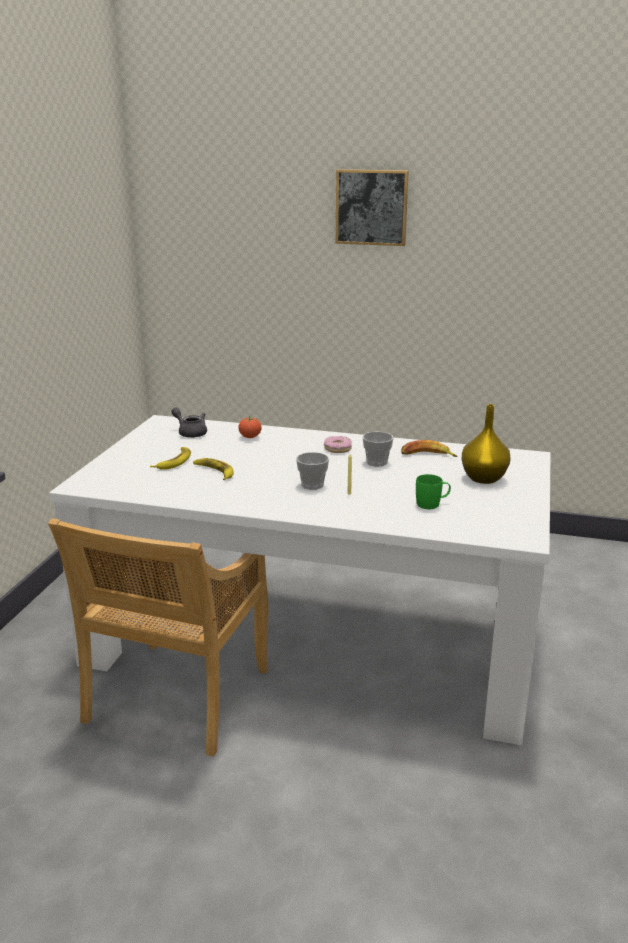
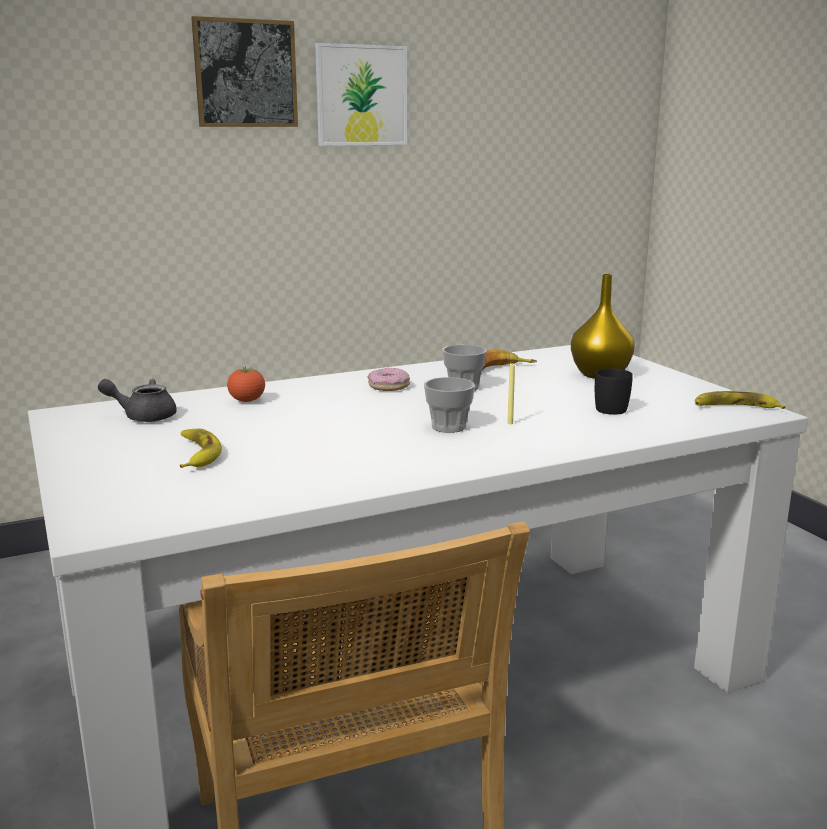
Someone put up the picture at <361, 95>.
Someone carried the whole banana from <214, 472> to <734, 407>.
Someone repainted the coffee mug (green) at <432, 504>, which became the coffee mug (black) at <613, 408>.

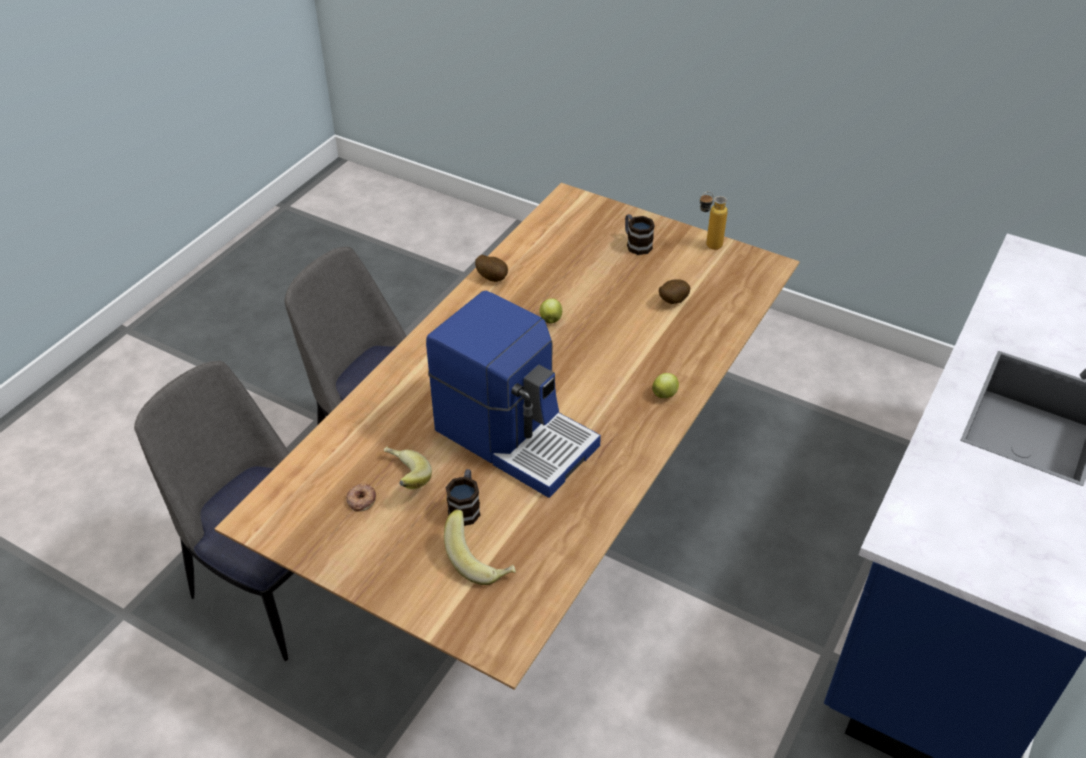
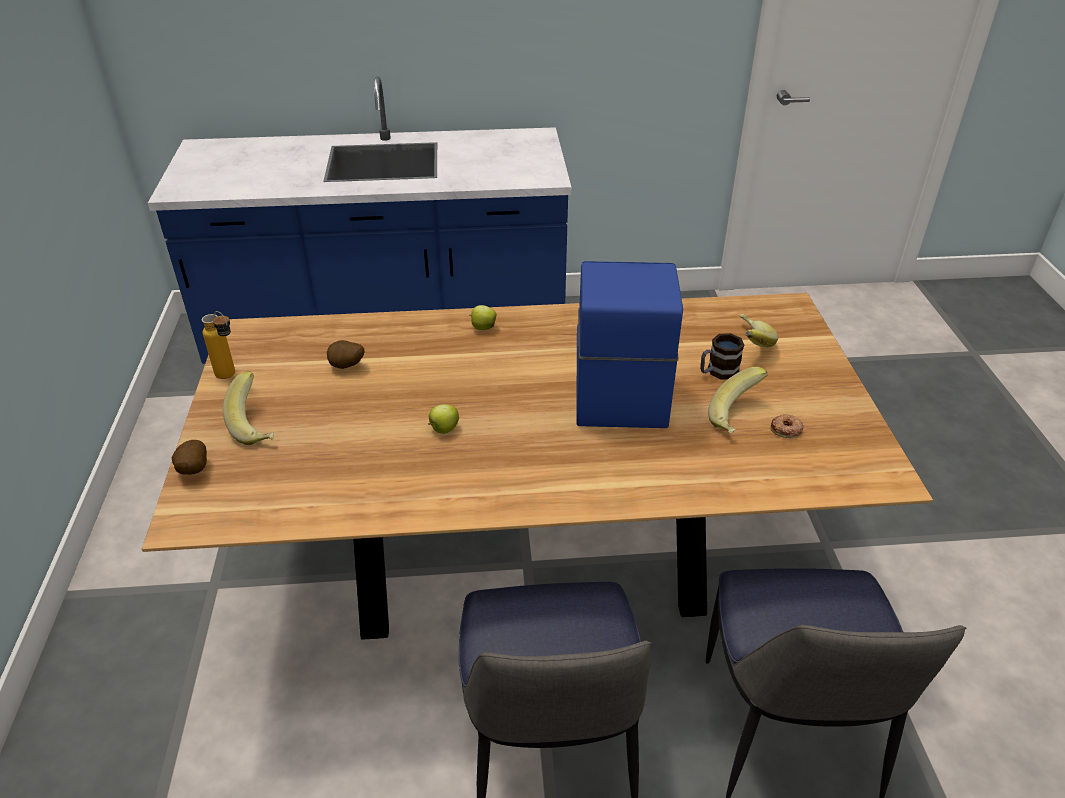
Someone carried the potato from <493, 278> to <193, 471>.
Someone swapped the coffee mug at <636, 244> for the whole banana at <257, 425>.

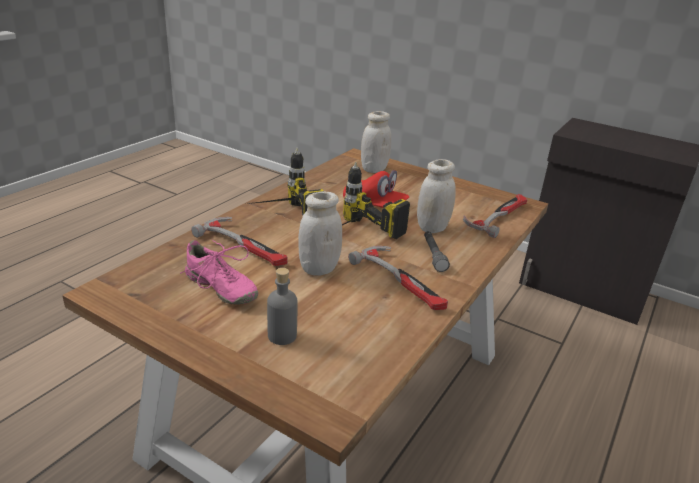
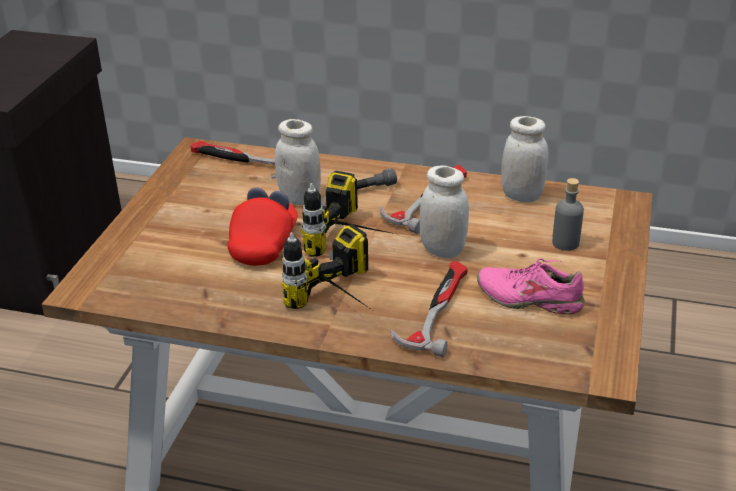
Someone carried the preserve jar (white-coloured) from <374, 169> to <522, 196>.
Someone rotated the shoe (pink) at <220, 288> by 90 degrees counterclockwise.

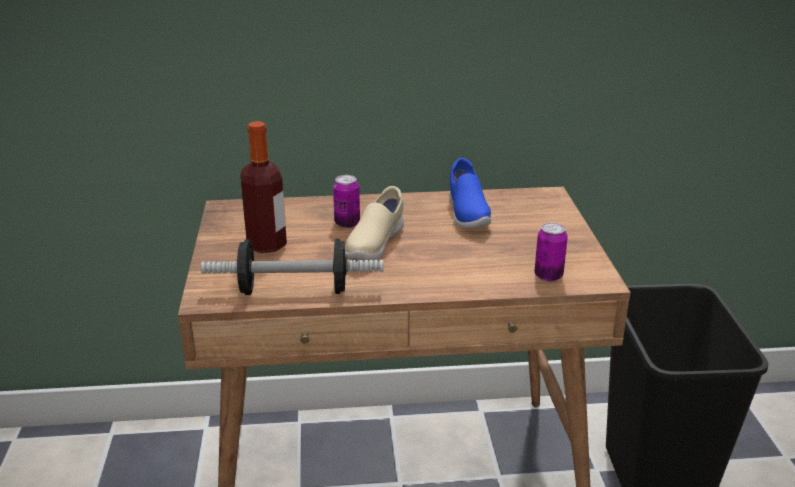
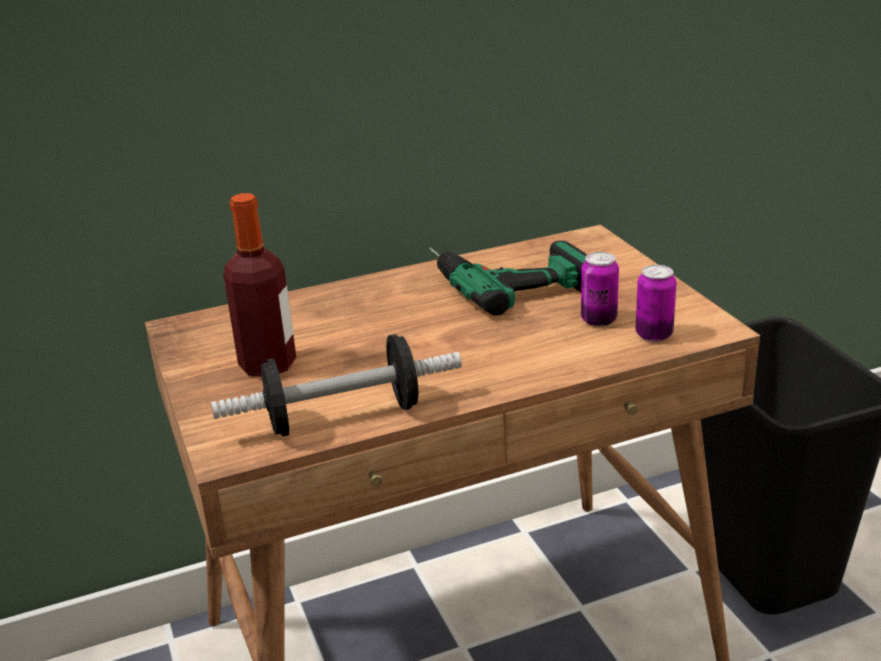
Someone took away the shoe (sand-coloured) at <374, 245>.
Someone carried the can from <347, 223> to <598, 320>.
Someone swapped the shoe (blue) at <466, 213> for the power drill at <505, 277>.

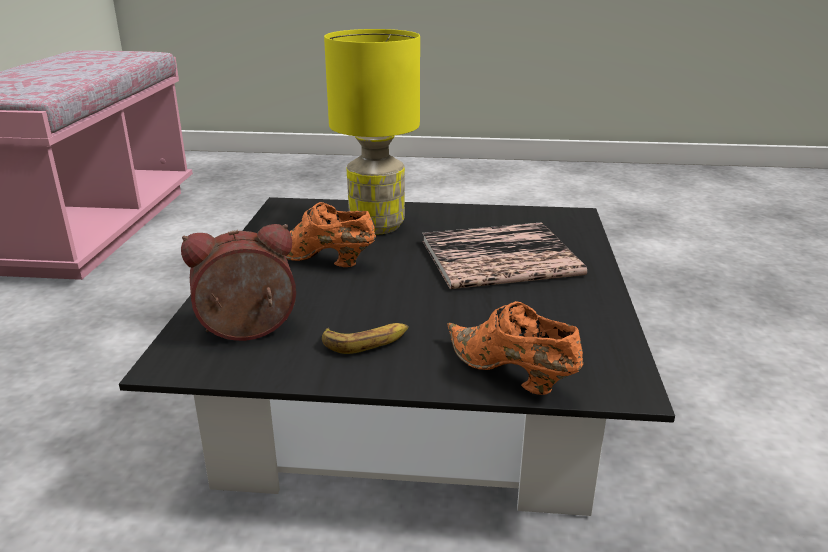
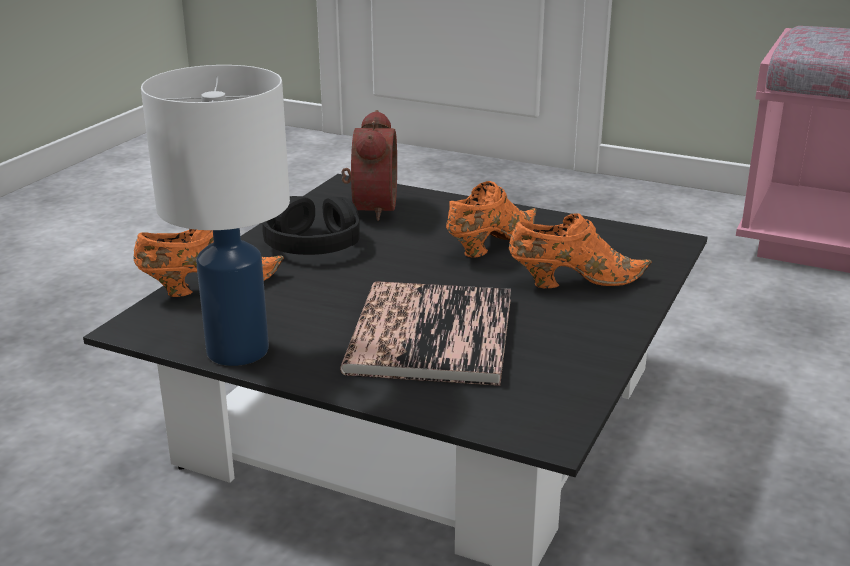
Someone put down the lamp for a table (white-coloured) at <239, 349>.
Someone swapped the whole banana at <366, 342> for the headphones (black) at <313, 243>.
Someone swapped the lamp for a table (yellow-coloured) at <377, 226> for the shoe (orangey) at <573, 282>.

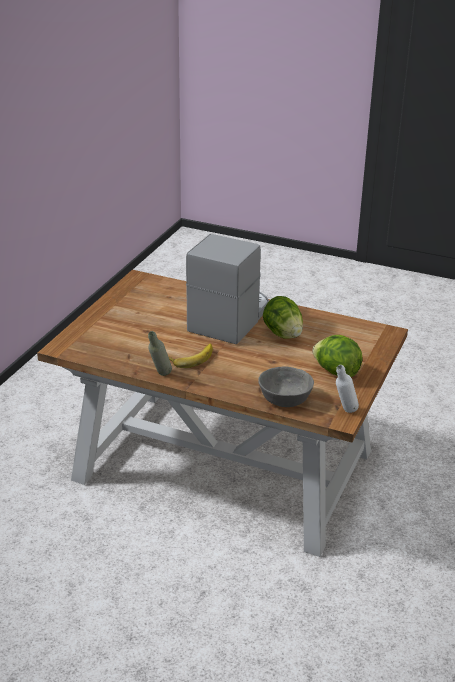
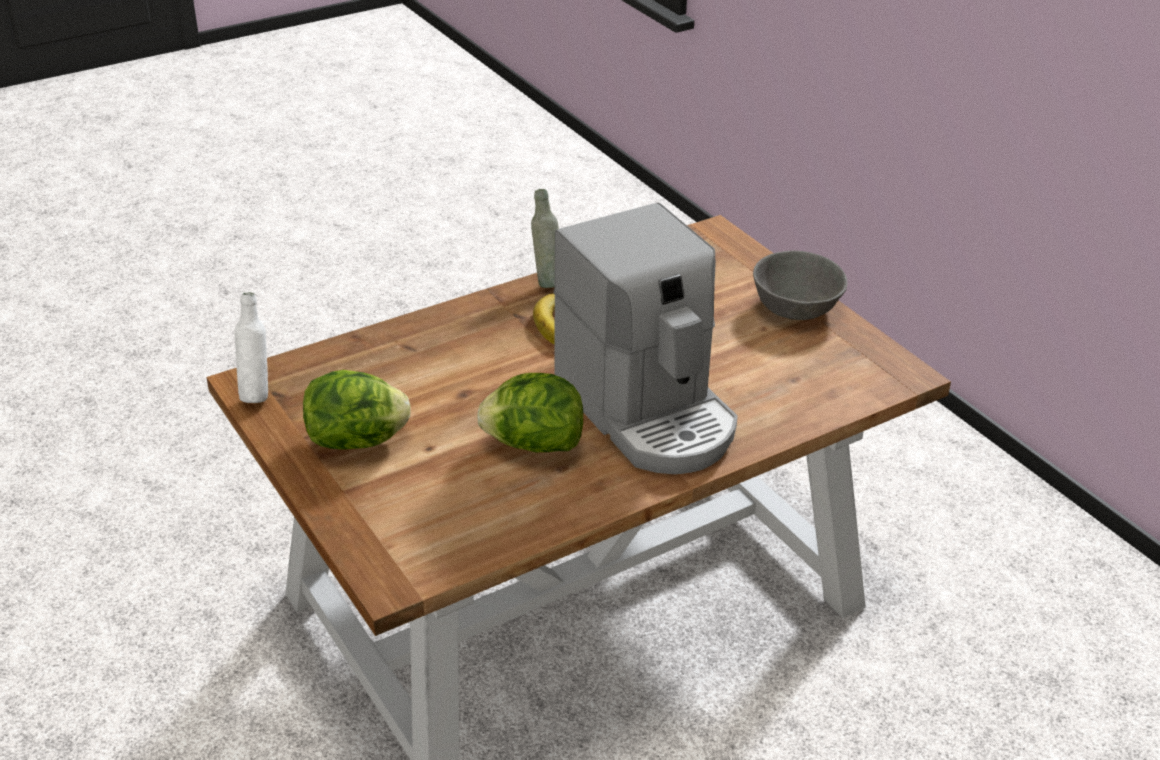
Someone carried the deep dish (gray) from <284, 399> to <796, 307>.

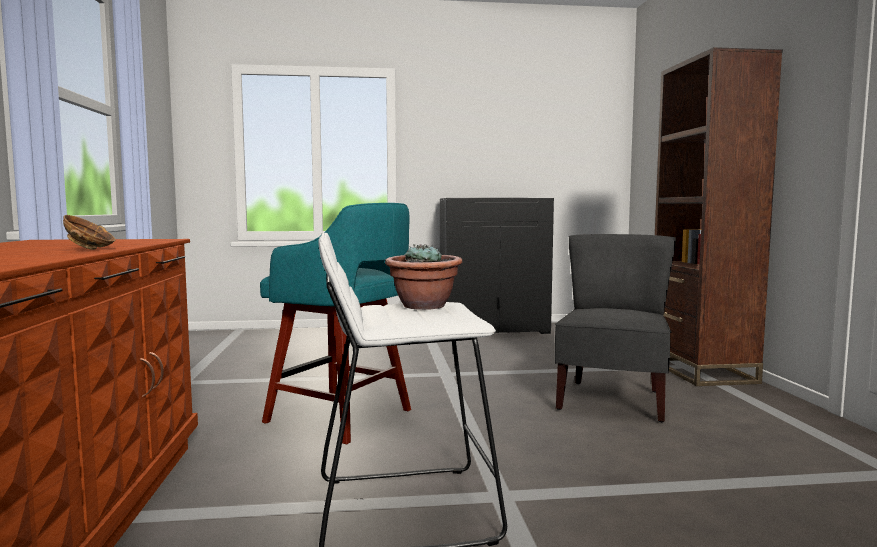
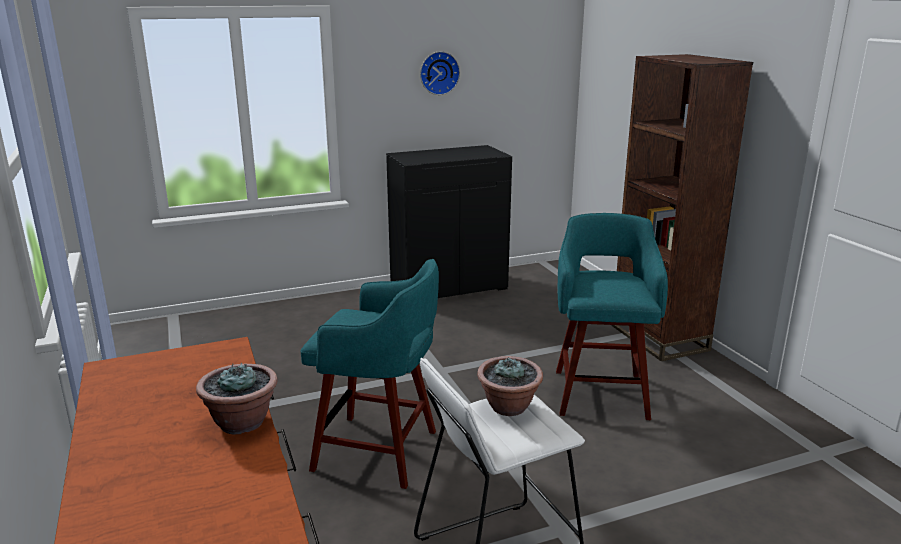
Someone put up the clock on the wall at <438, 73>.
Someone swapped the deep dish at <91, 249> for the plant in a pot at <241, 422>.
Someone swapped the plain chair (gray) at <612, 400> for the stool (turquoise-coloured) at <600, 392>.

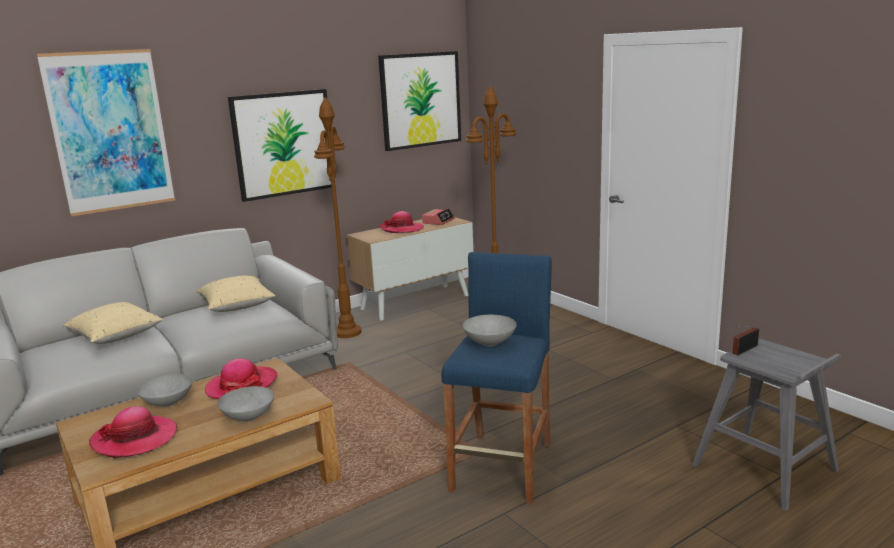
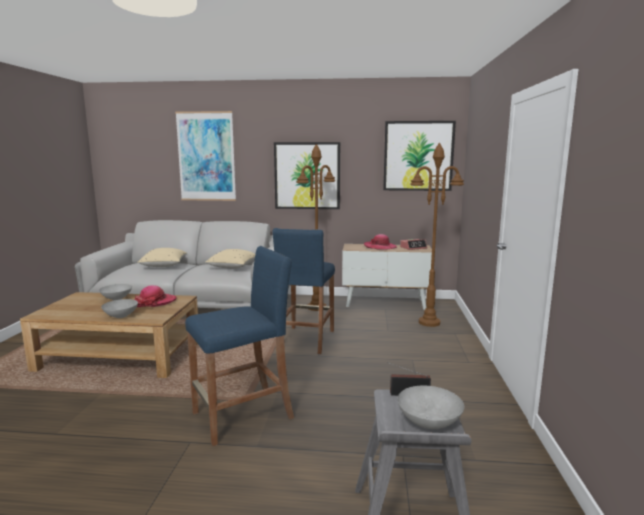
Someone took away the hat at <135, 439>.
Someone put down the stool (blue) at <305, 340>.
Someone carried the deep dish (gray) from <490, 343> to <429, 424>.

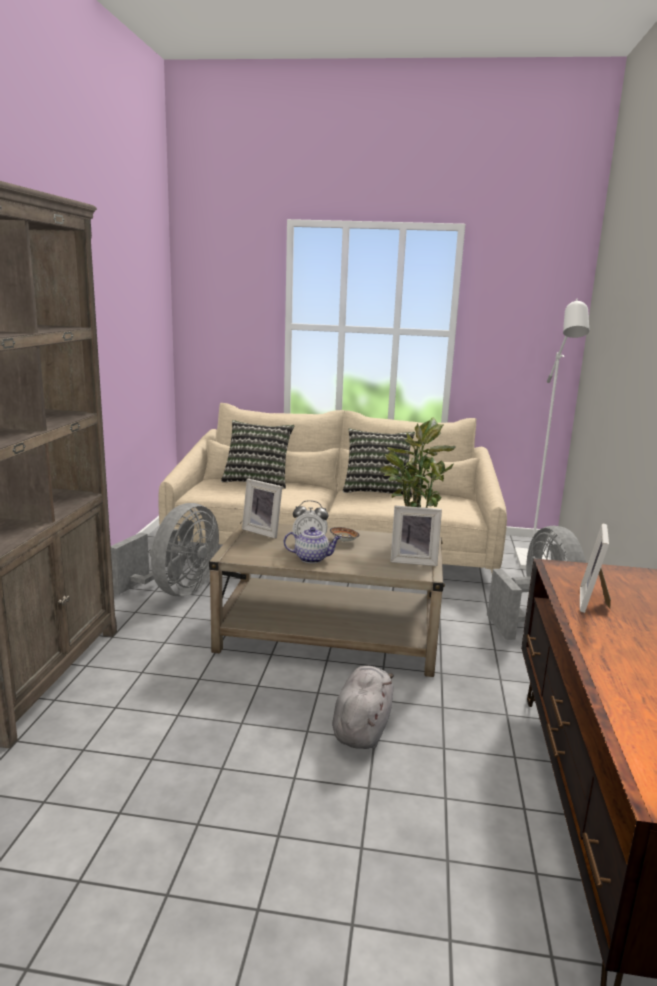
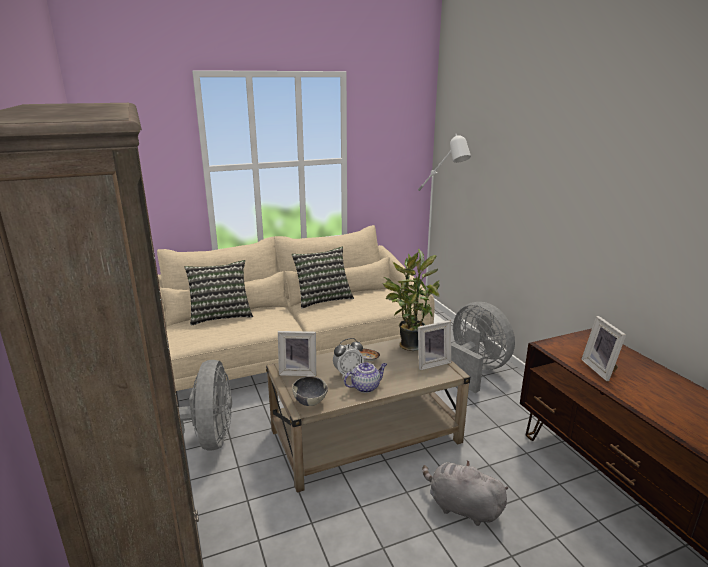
Someone put down the deep dish at <310, 401>.
Someone rotated the soft toy (gray) at <362, 727> by 45 degrees counterclockwise.

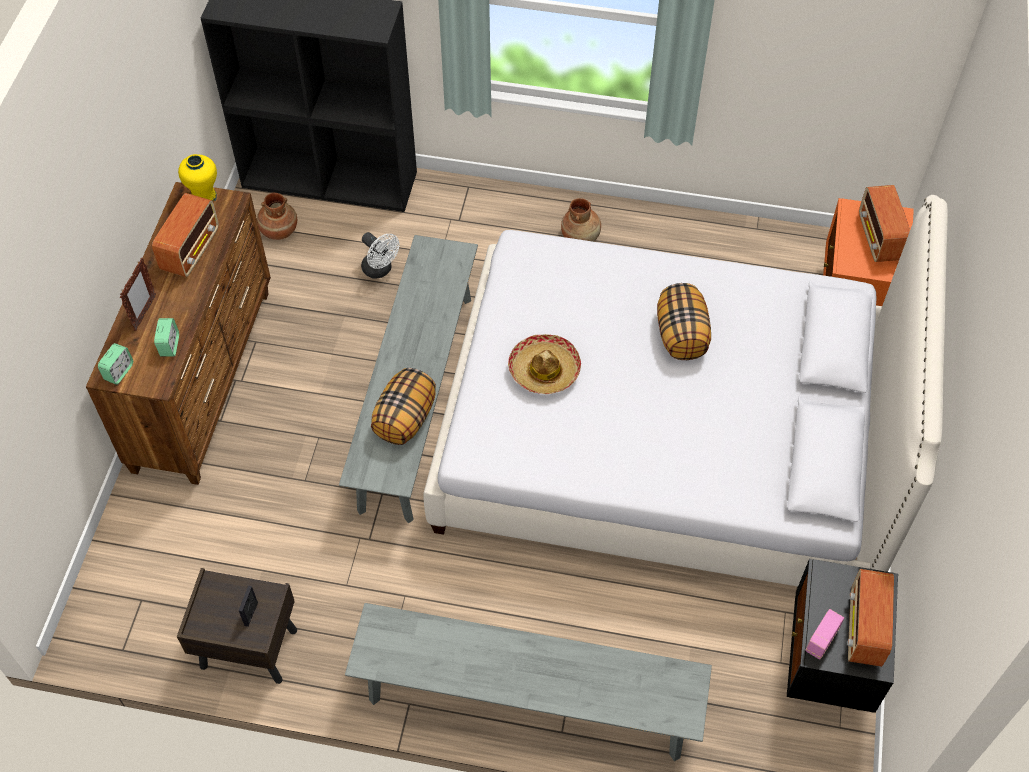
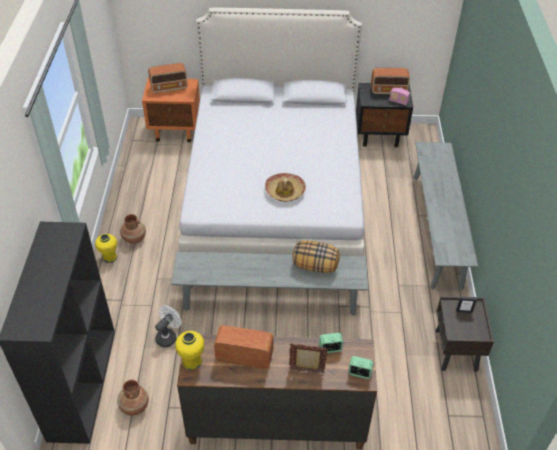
Someone took away the throw pillow at <682, 335>.
Someone put down the decorative vase (yellow-coloured) at <109, 257>.

